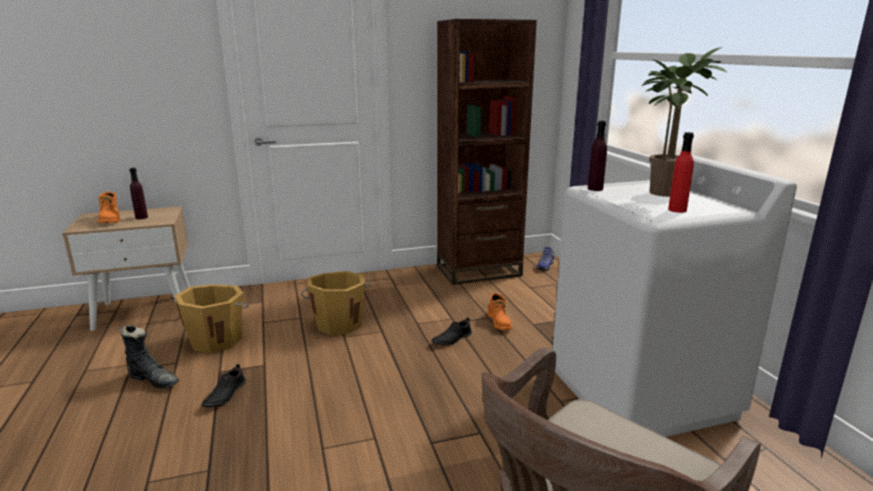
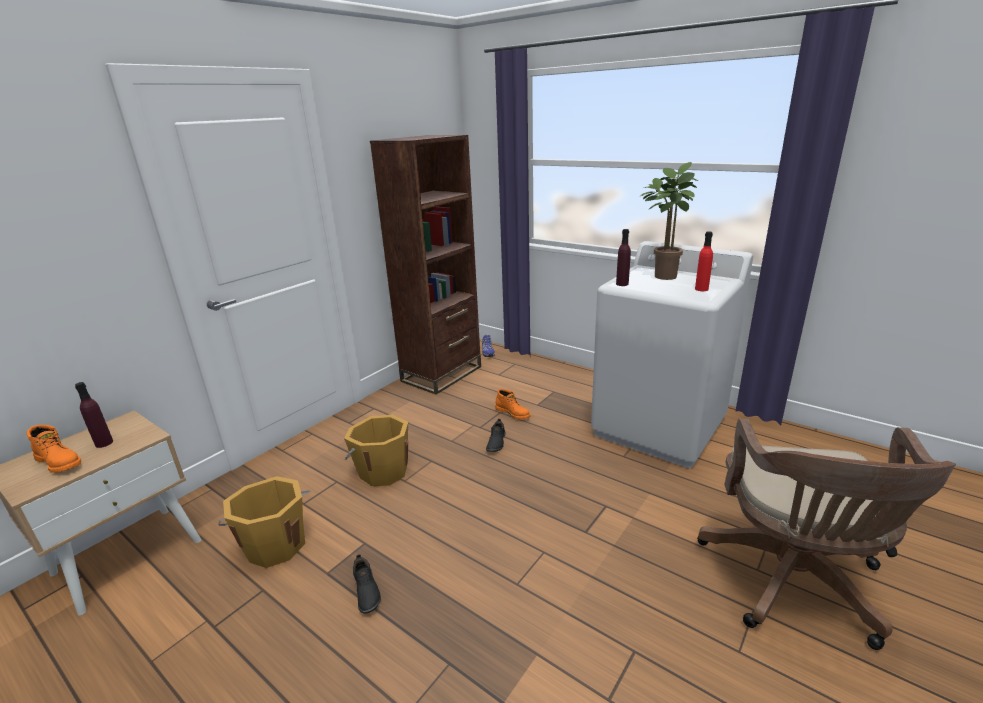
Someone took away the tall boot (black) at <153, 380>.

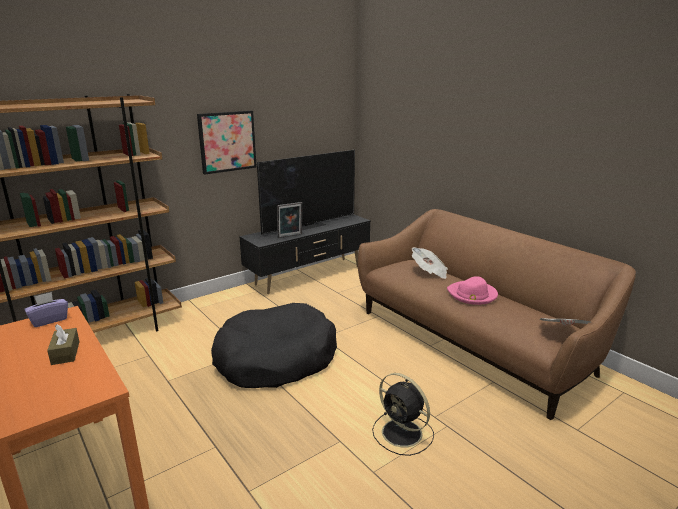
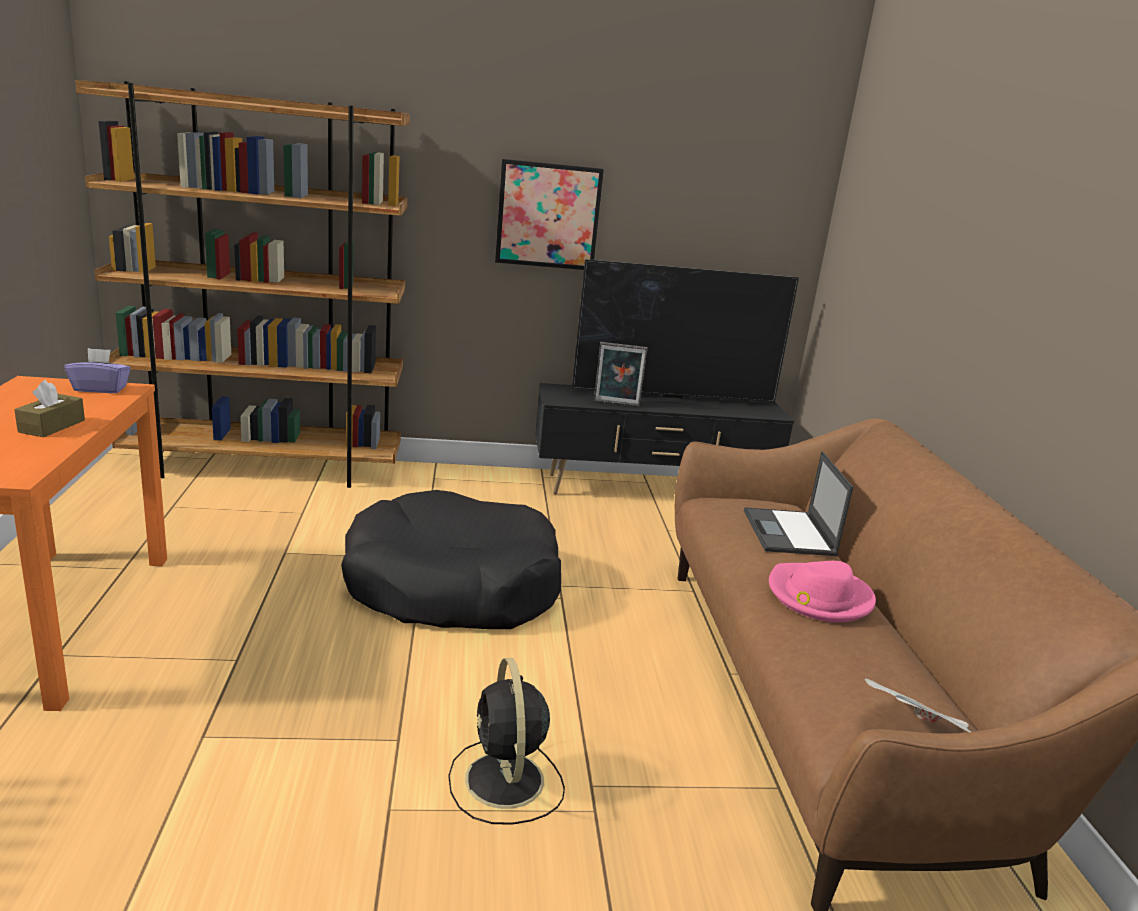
Someone swapped the newspaper at <429, 272> for the notebook computer at <789, 533>.

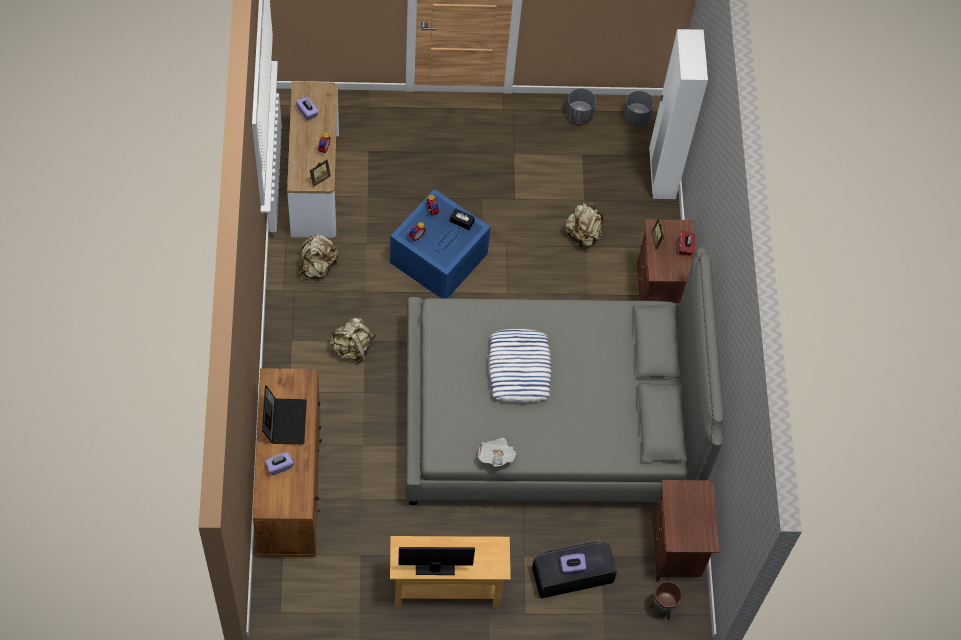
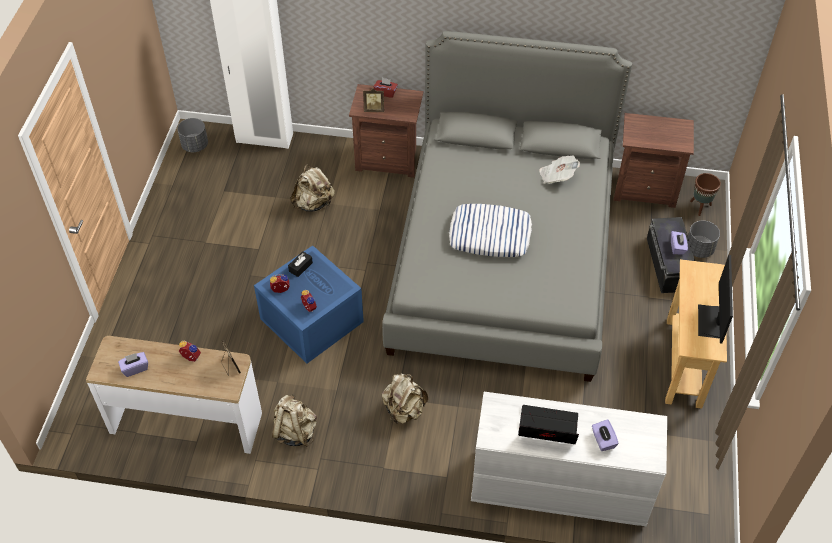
Someone carried the newspaper from <496, 456> to <557, 176>.
Someone carried the plant pot (gray) from <579, 114> to <699, 249>.
Someone repainted the dresser (brownish) at <290, 483>, which became the dresser (white-coloured) at <558, 488>.

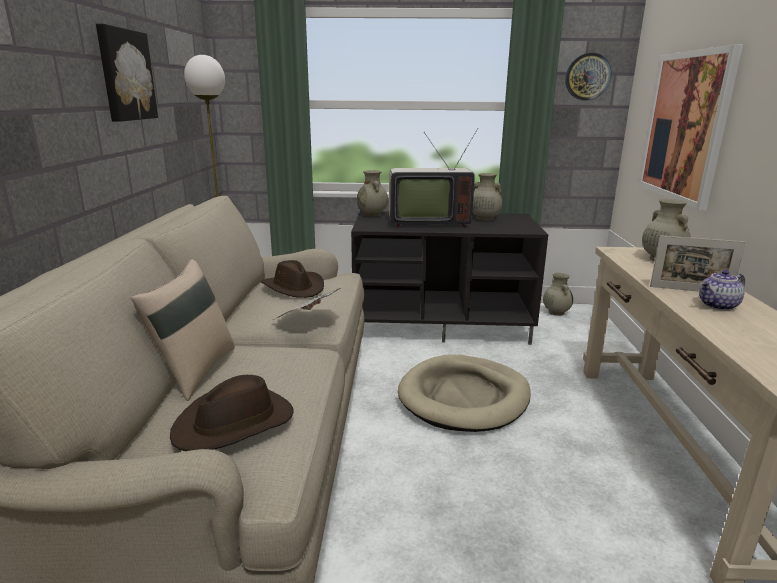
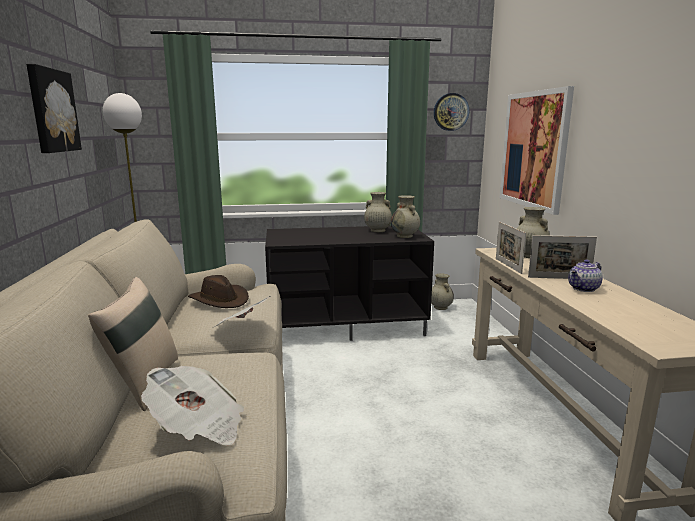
Someone took away the TV set at <427, 223>.
Someone took away the dog cushion (sand-coloured) at <464, 397>.
Someone put down the picture frame at <508, 266>.
Someone carried the decorative vase (sand-coloured) from <372, 215> to <405, 236>.
Someone swapped the hat (brownish) at <235, 423> for the newspaper at <198, 427>.

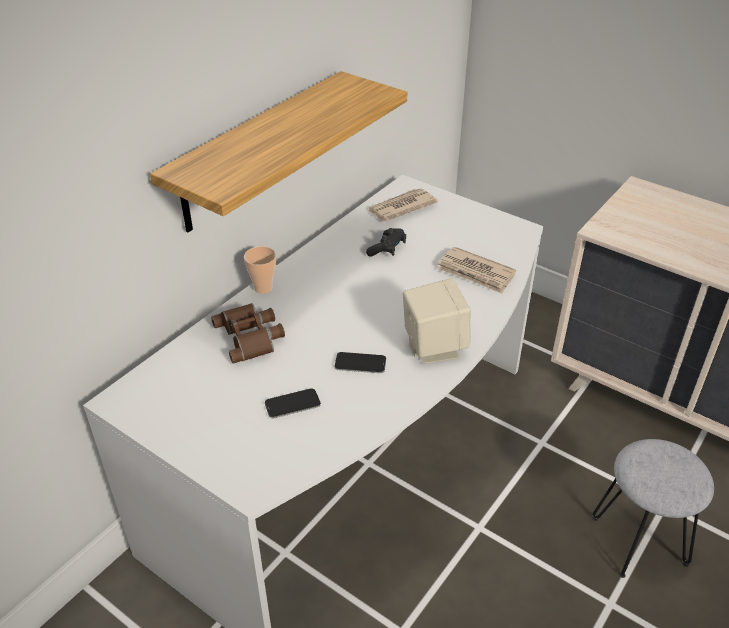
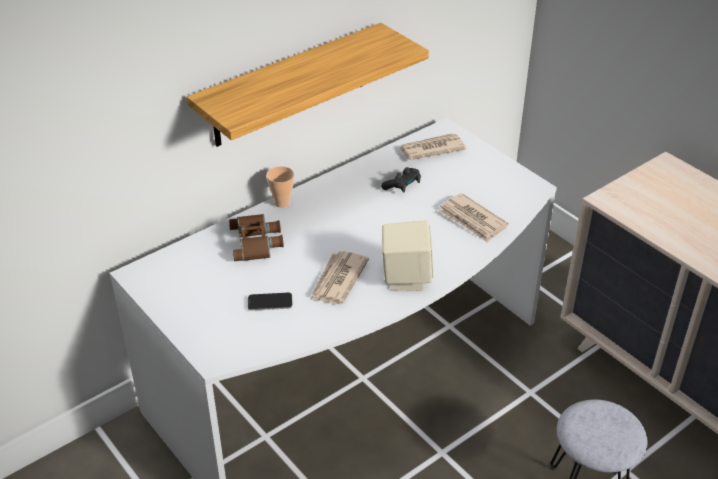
Someone swapped the handset at <360, 363> for the newspaper at <337, 280>.

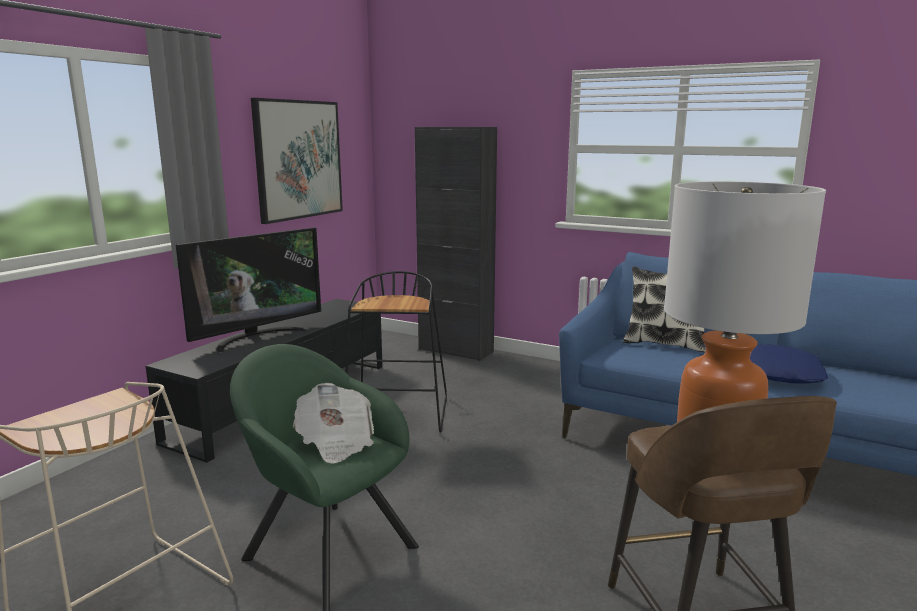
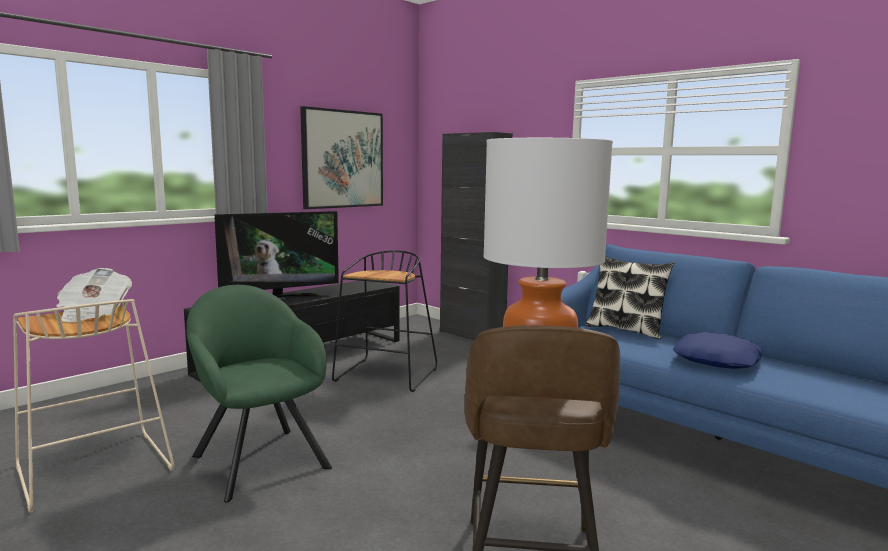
Someone carried the newspaper from <335, 442> to <93, 313>.

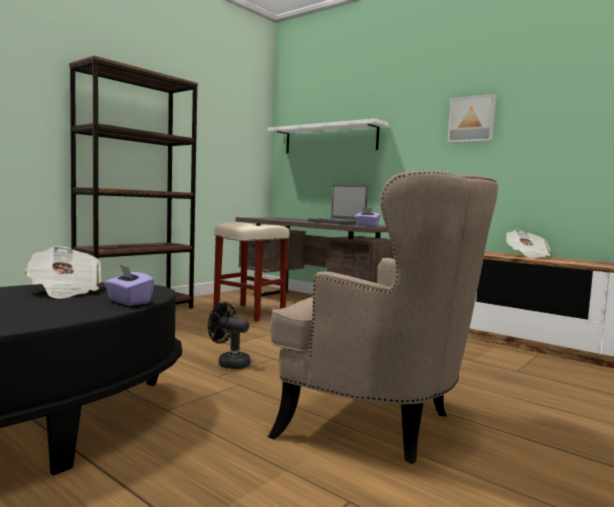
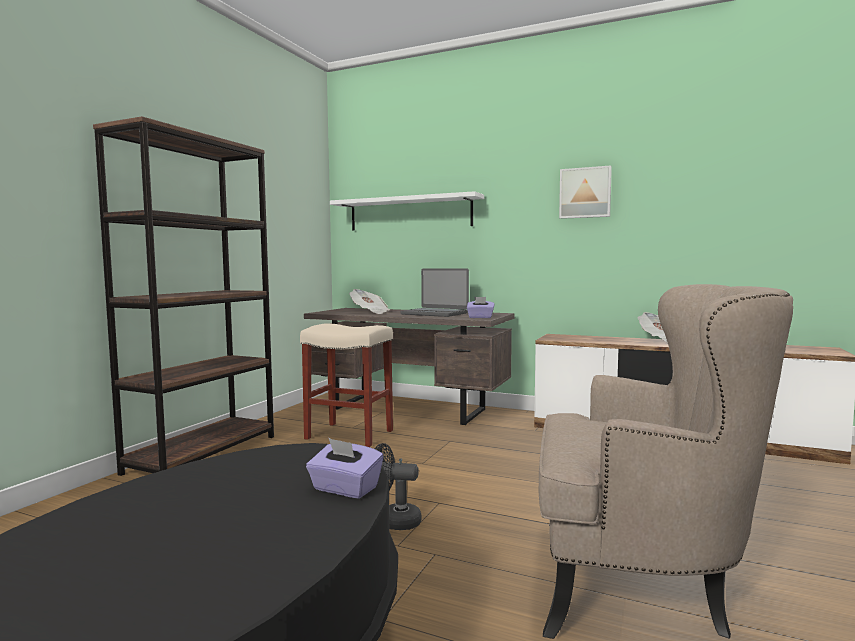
Someone carried the newspaper from <65, 291> to <369, 312>.

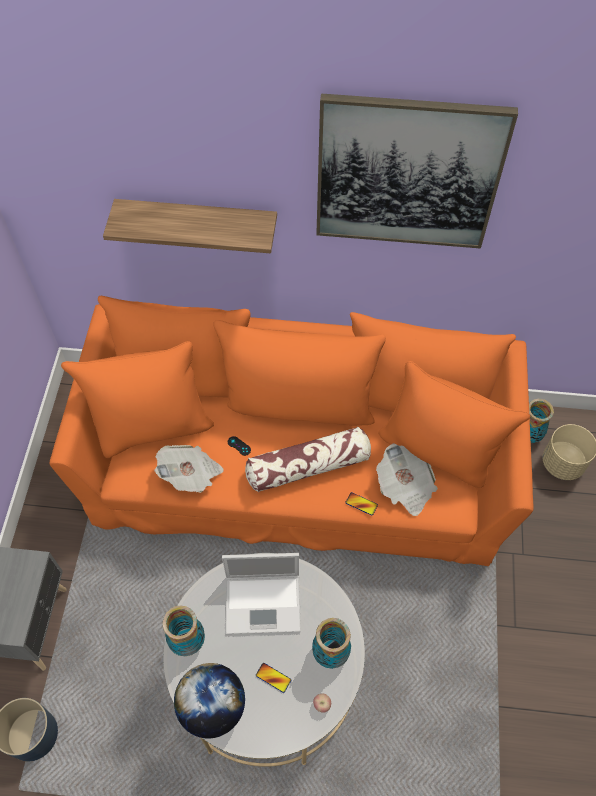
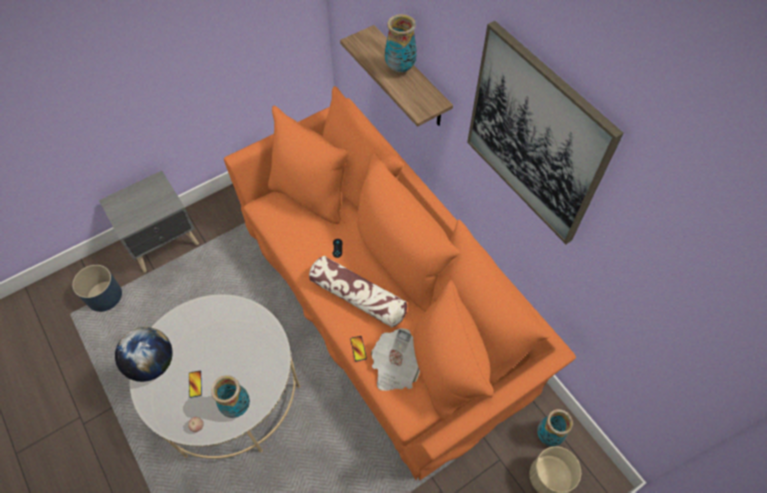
Someone took away the newspaper at <191, 475>.
Someone took away the notebook computer at <264, 602>.
Someone carried the decorative vase from <187, 641> to <400, 68>.

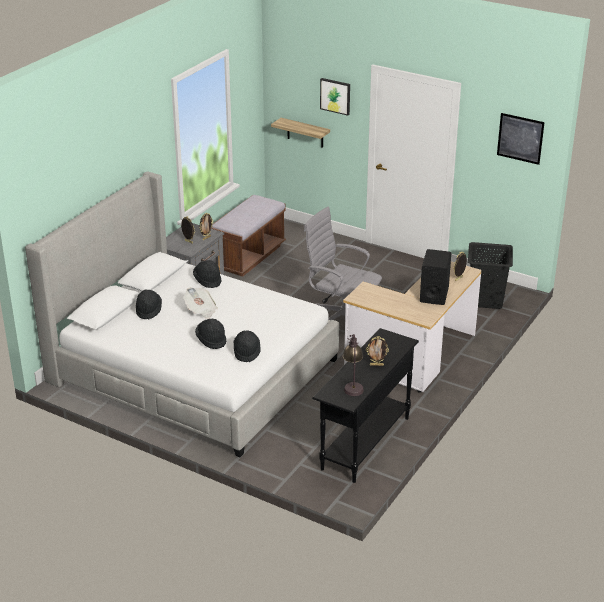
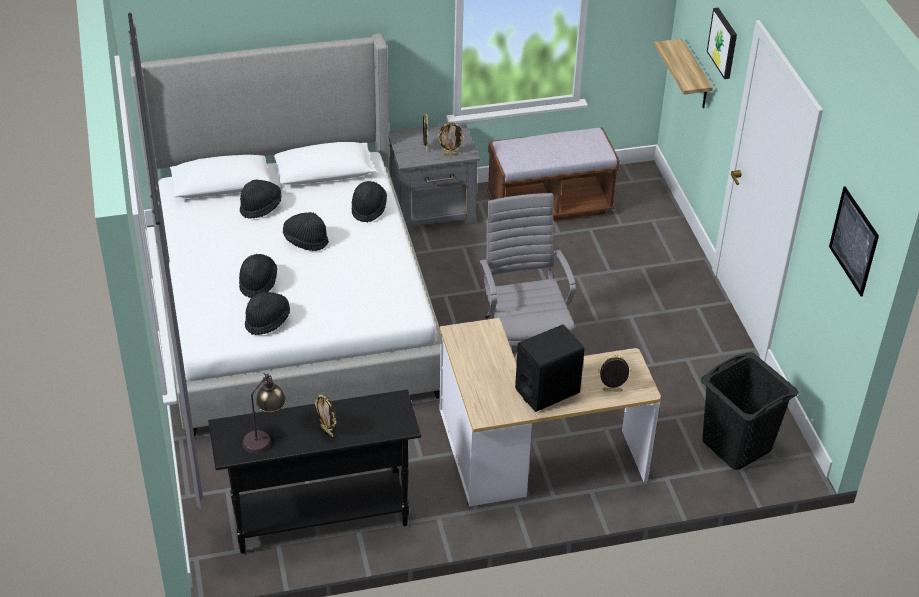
Someone swapped the newspaper at <201, 310> for the hat (black) at <305, 240>.

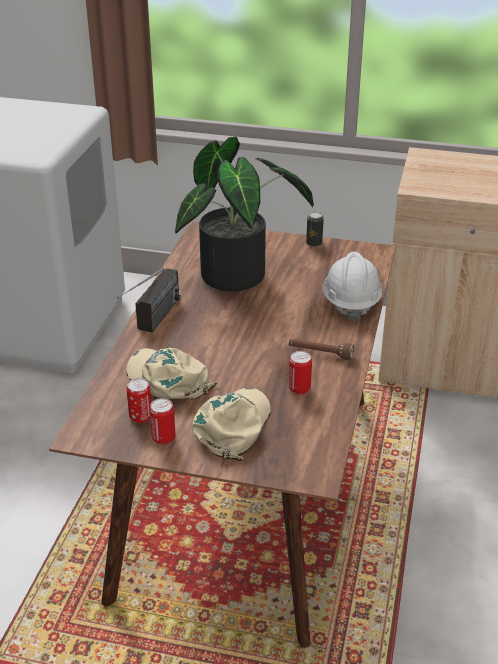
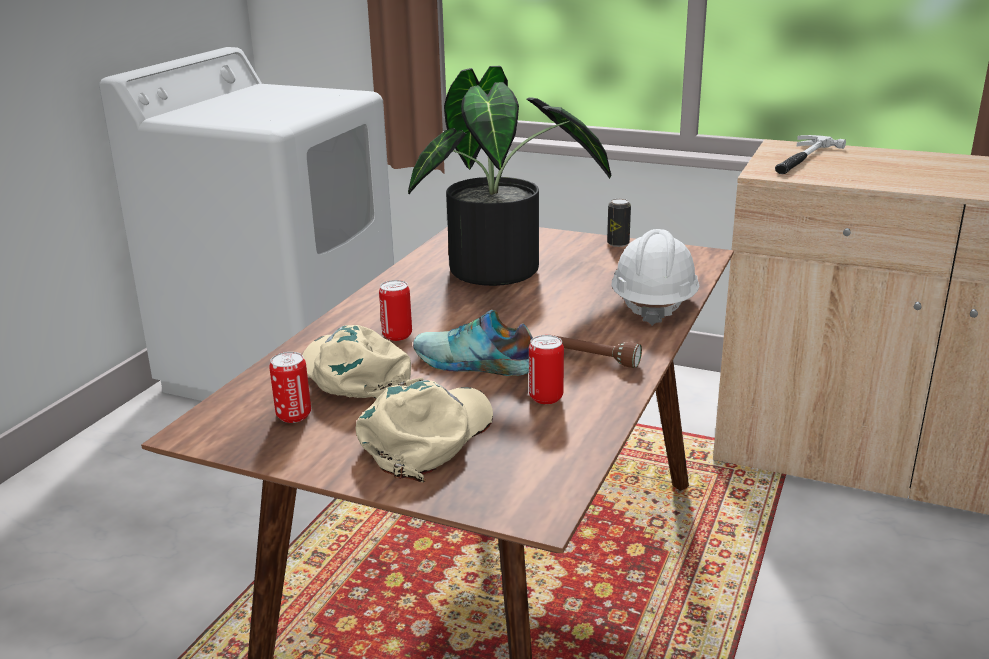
Someone took away the radio set at <153, 323>.
Someone put down the shoe at <474, 363>.
Someone put down the tool hammer at <802, 159>.
Someone carried the can from <163, 438> to <397, 335>.

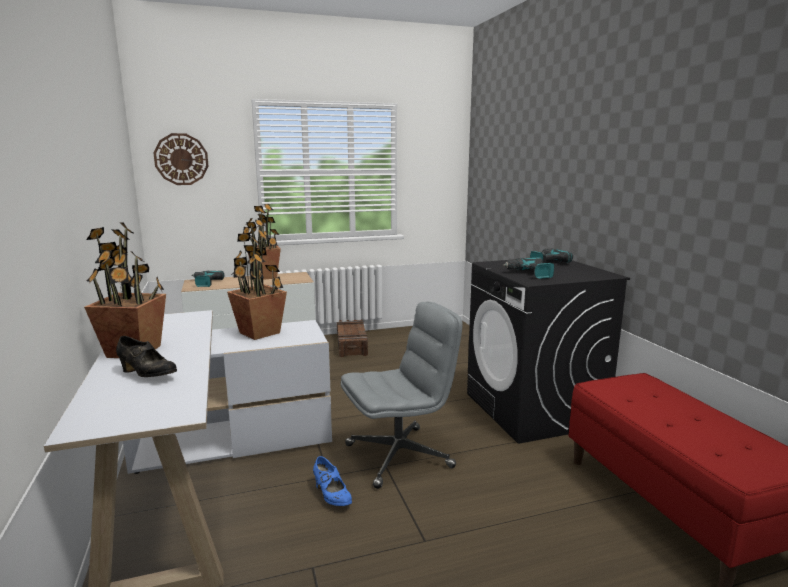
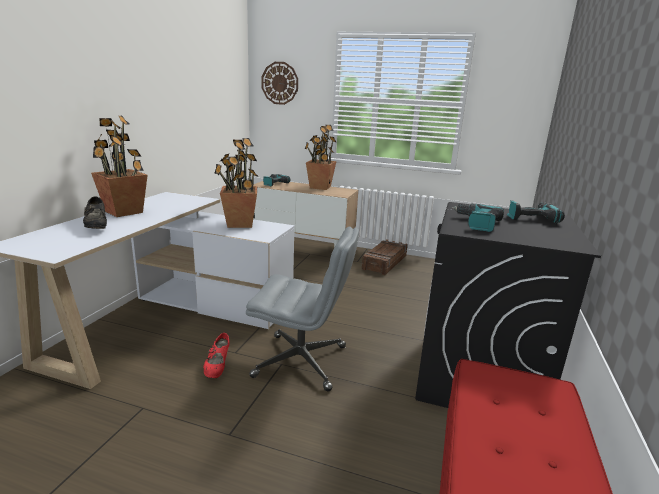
Someone repainted the shoe (blue) at <331, 496>, which became the shoe (red) at <217, 367>.

